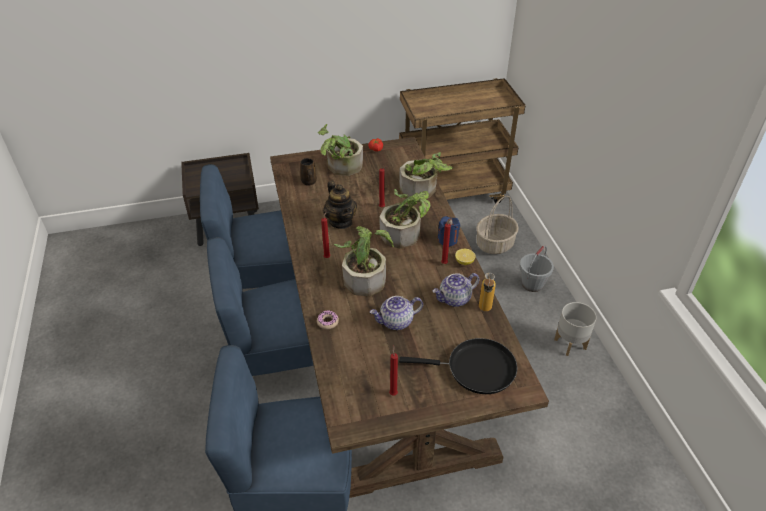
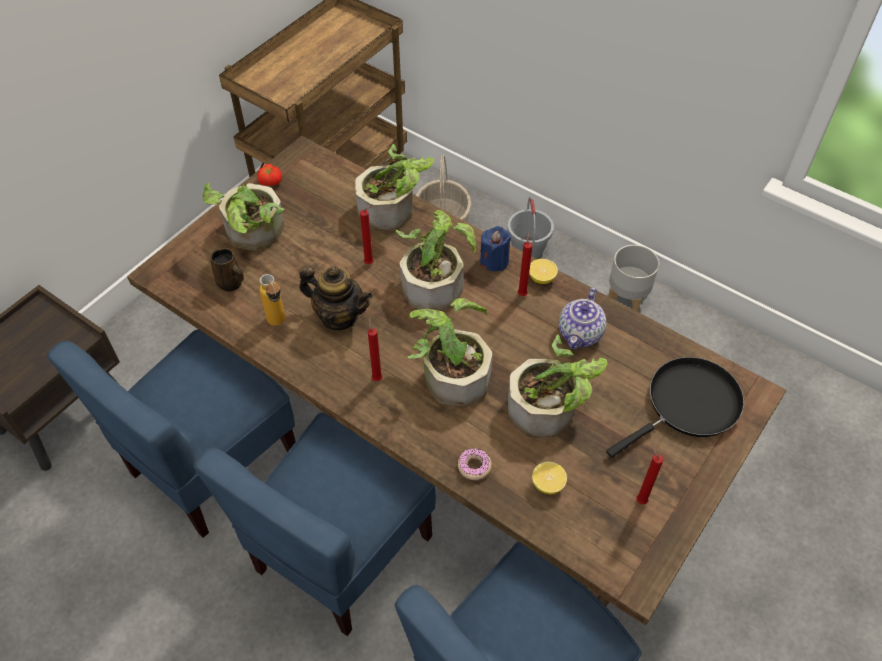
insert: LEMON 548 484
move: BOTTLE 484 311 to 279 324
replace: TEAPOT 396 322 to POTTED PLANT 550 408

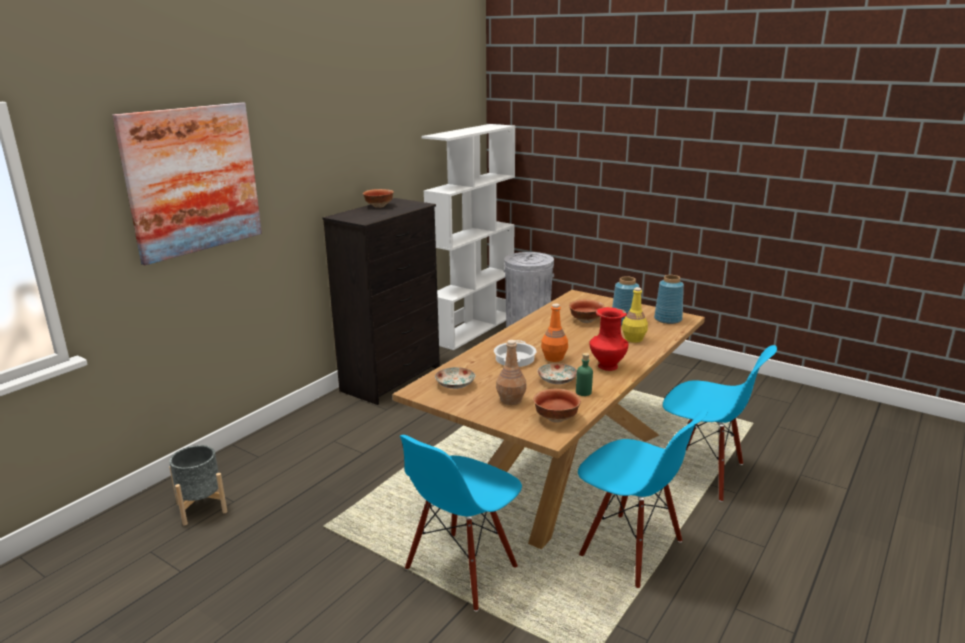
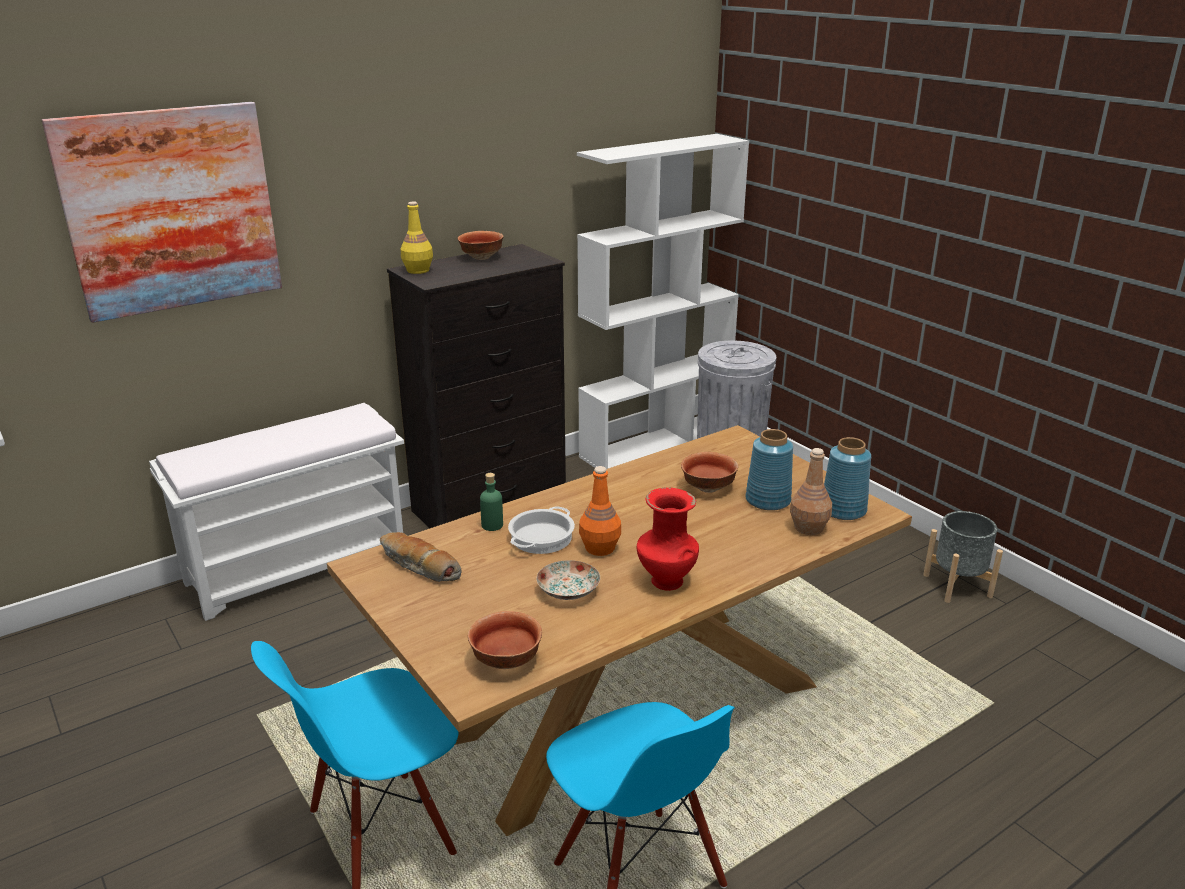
delete: BLUE CHAIR 704 473
insert: WHITE BENCH 299 565
move: GREY PLANTER 201 508 to 957 586; BROWN BOTTLE 511 400 to 809 528; GREEN BOTTLE 583 392 to 492 525; YELLOW BOTTLE 633 339 to 417 270
replace: PLATE 454 385 to BREAD 419 566

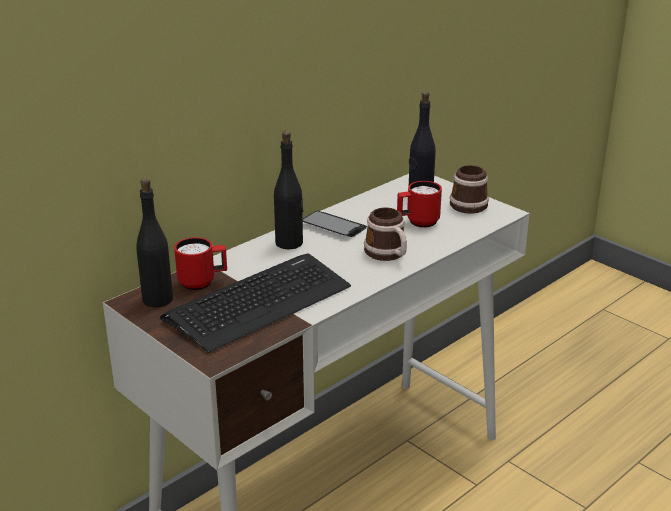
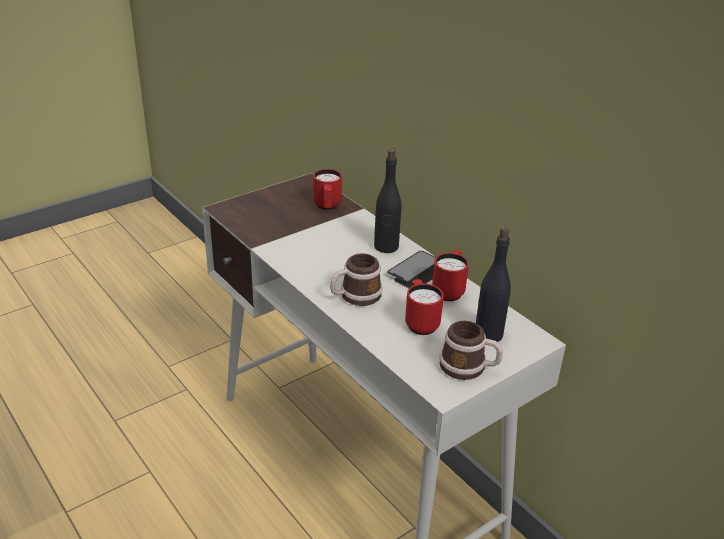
delete: BLACK BOTTLE 157 299; KEYBOARD 259 302
insert: RED MUG 449 290

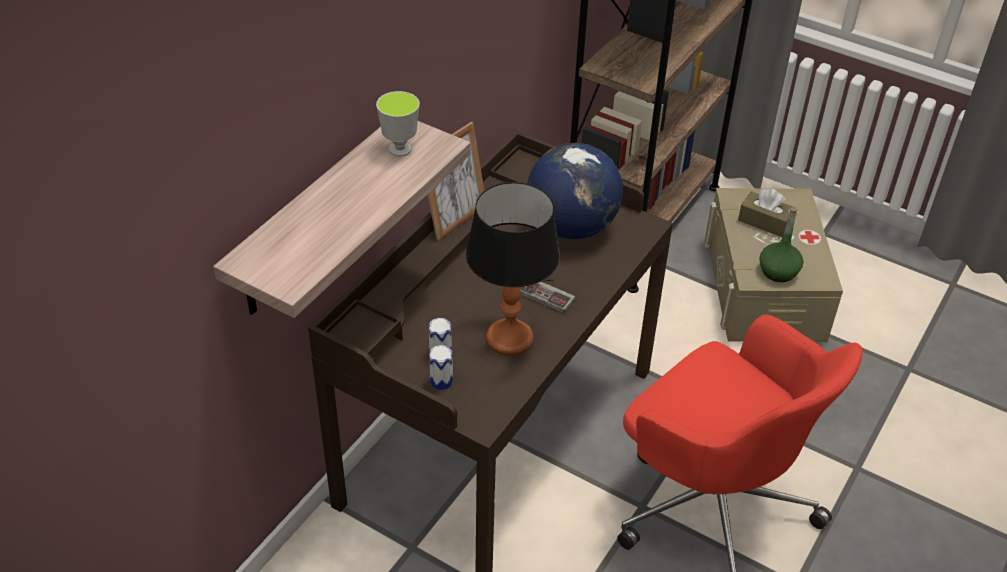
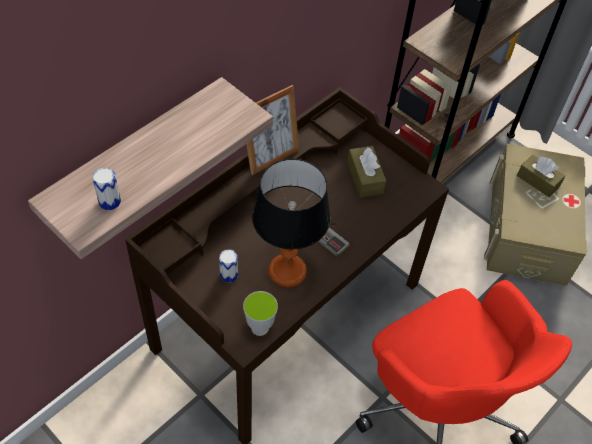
delete: GREEN BOTTLE 778 271
move: CUP 400 149 to 260 327; CAN 441 381 to 109 201
replace: GLOBE 571 227 to BROWN TISSUE BOX 365 178

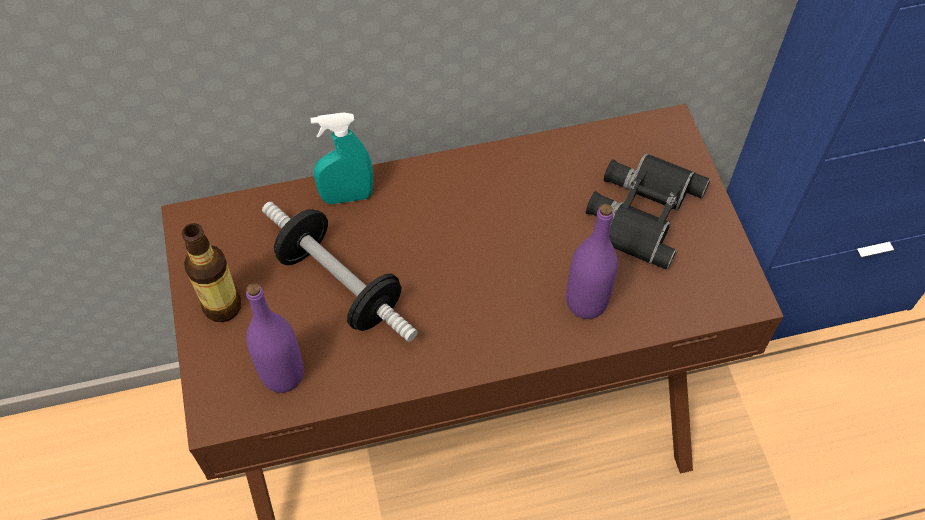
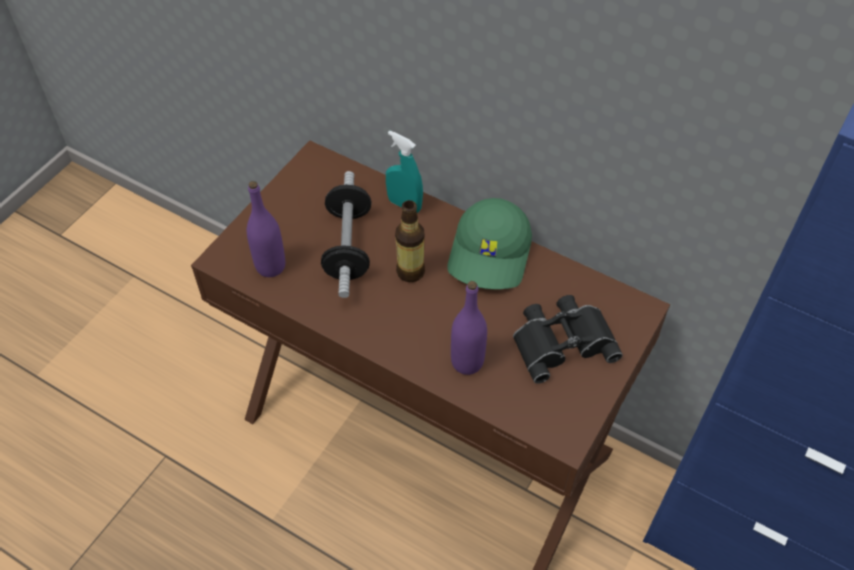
insert: GREEN CAP 491 254
move: BOTTLE 222 306 to 410 272

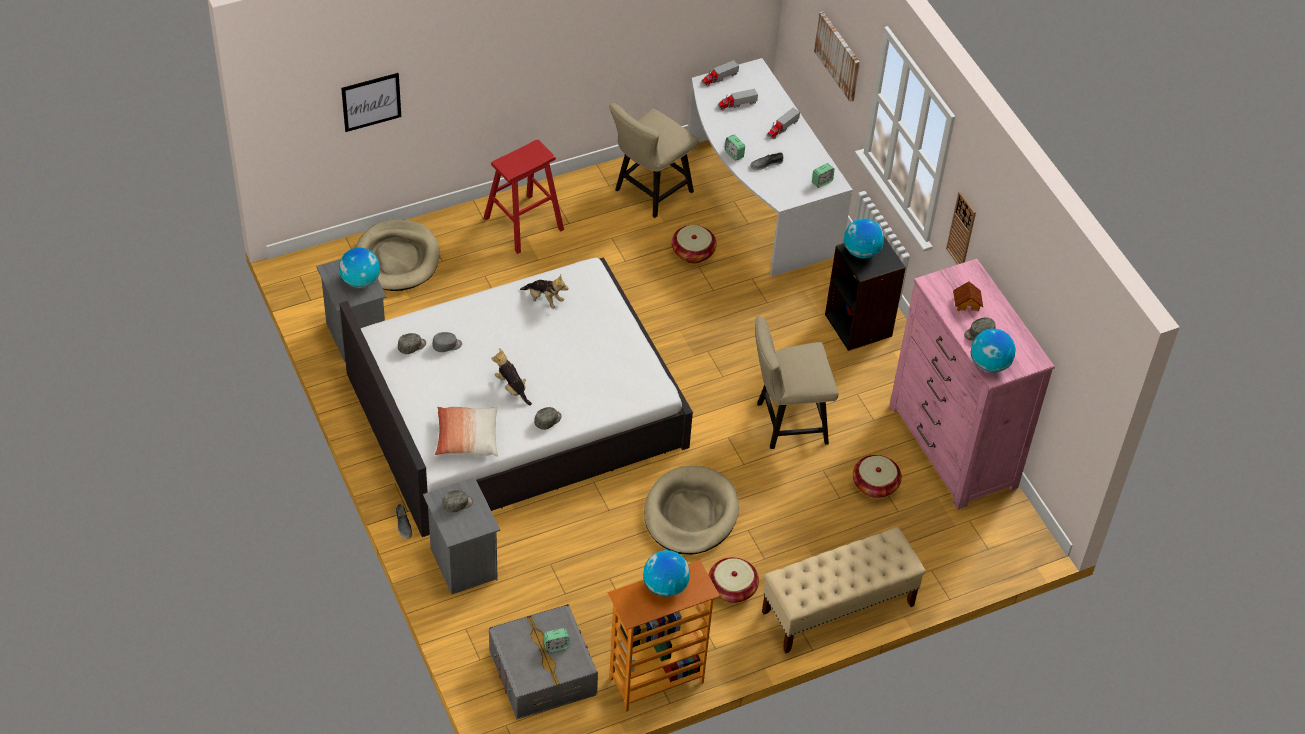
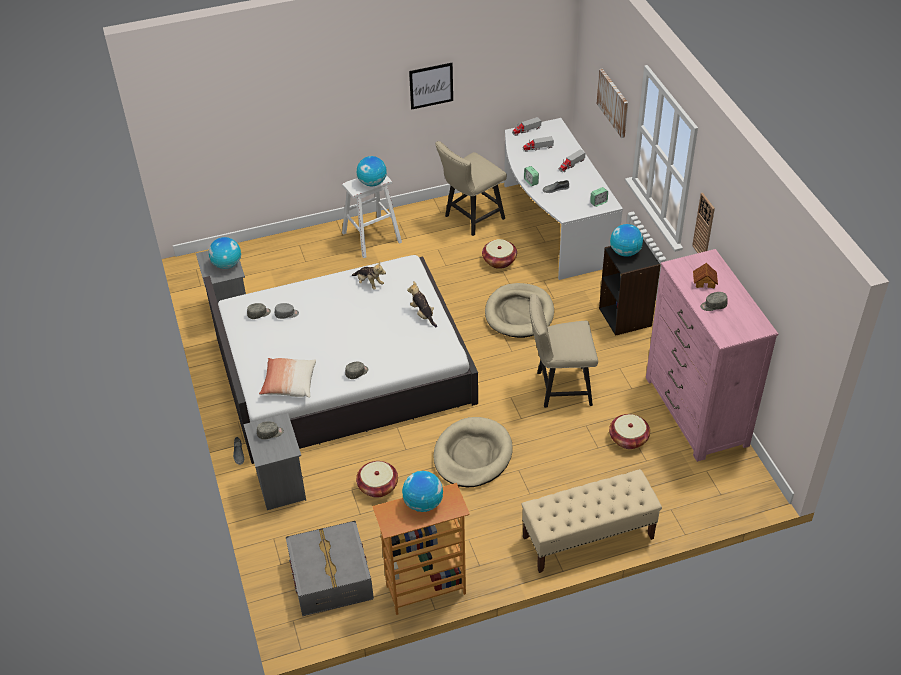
delete: ALARM CLOCK 556 646
move: PICTURE 371 102 to 431 85; BEIGE DOG BED 397 259 to 519 313; PLUSH TOY 512 388 to 423 314; BASKET 732 588 to 377 486; GLOBE 989 364 to 372 183
recolor: RED STOOL 523 224 to WHITE STOOL 372 237

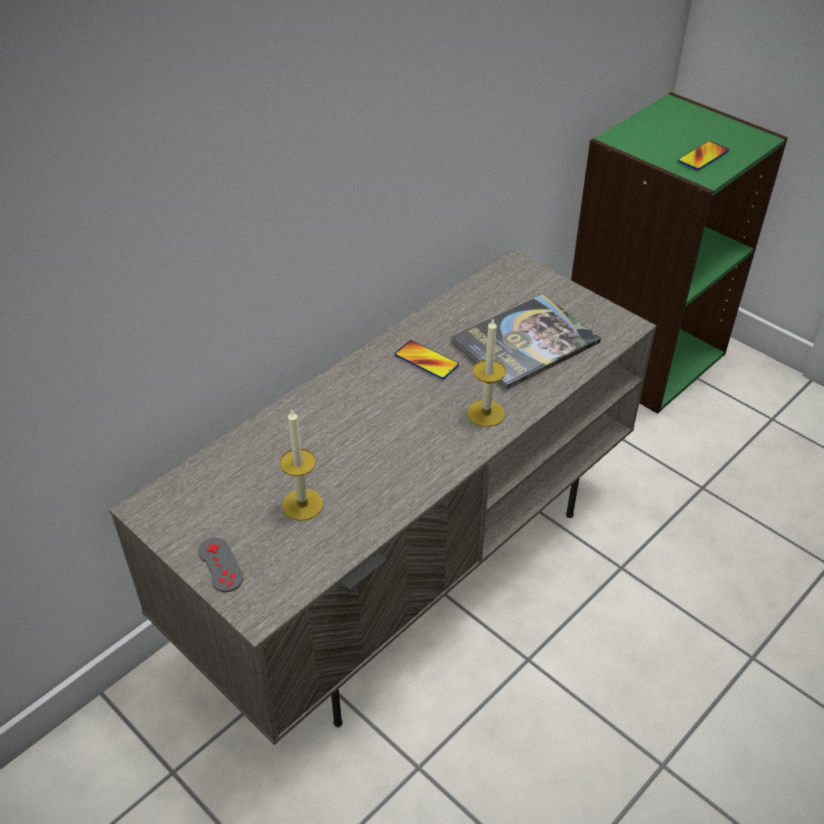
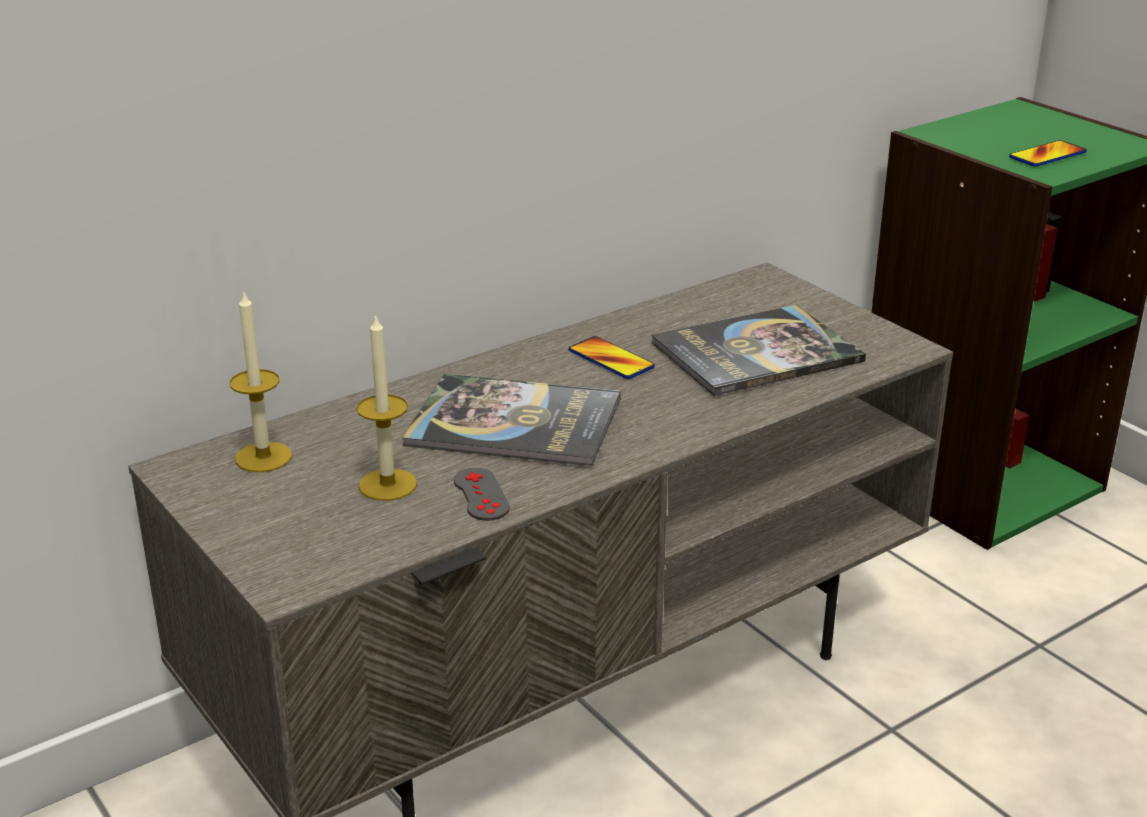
insert: BOOK 514 423
move: GREY GAME CONTROLLER 220 565 to 481 494; CANDLE 486 413 to 263 457

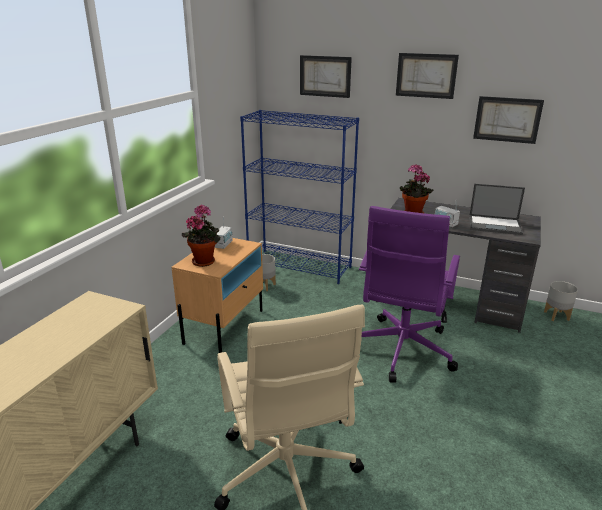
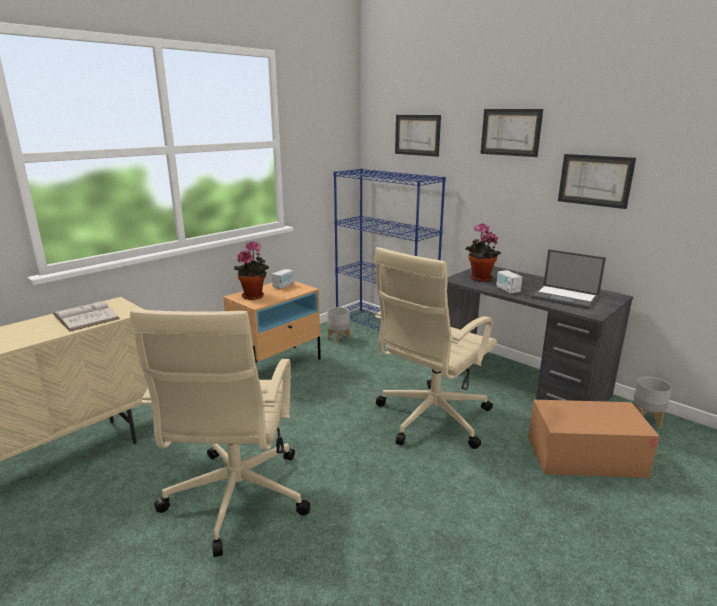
insert: WHITE BOOK 86 316; CARDBOARD BOX 585 456
recolor: PURPLE OFFICE CHAIR 401 351 to BEIGE OFFICE CHAIR 430 418

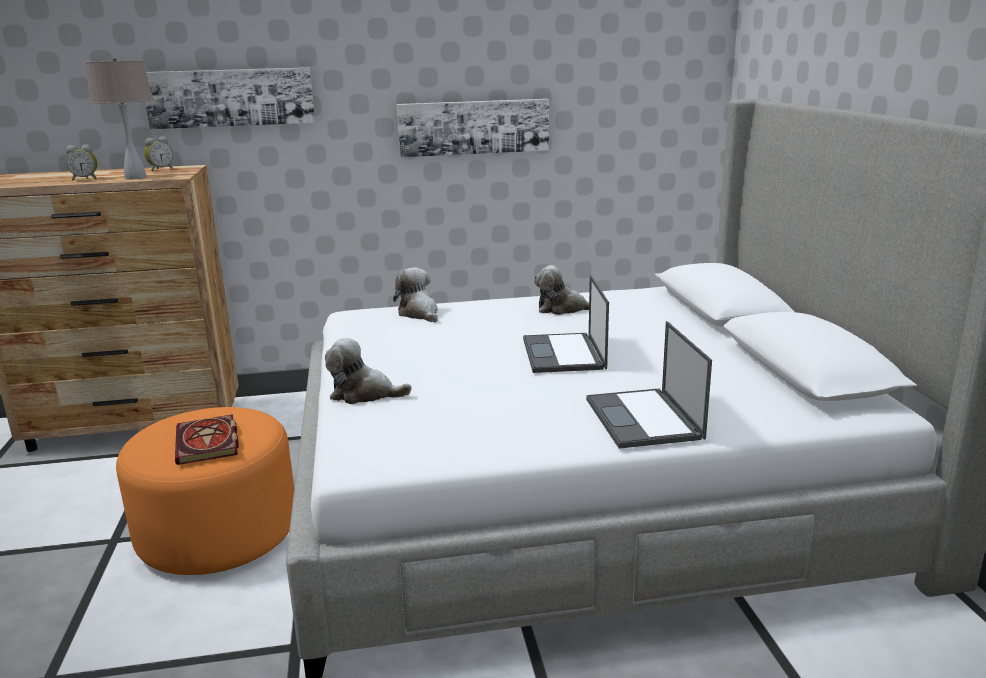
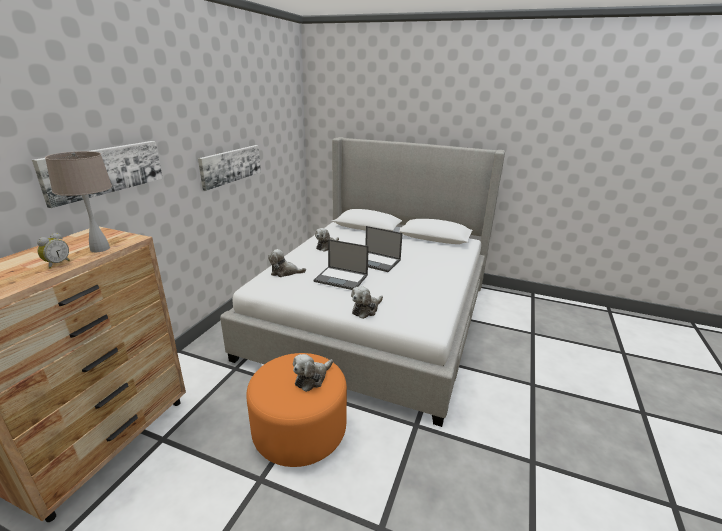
delete: ALARM CLOCK 160 169
move: LAPTOP 644 419 to 341 278
replace: BOOK 209 443 to PLUSH TOY 312 378

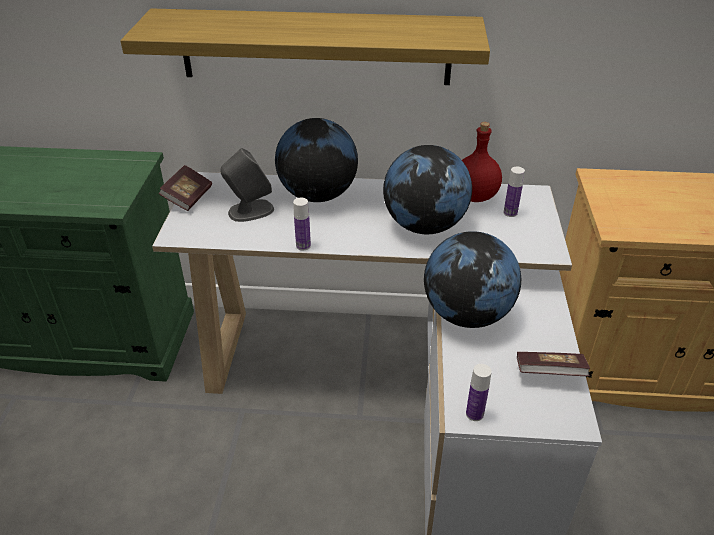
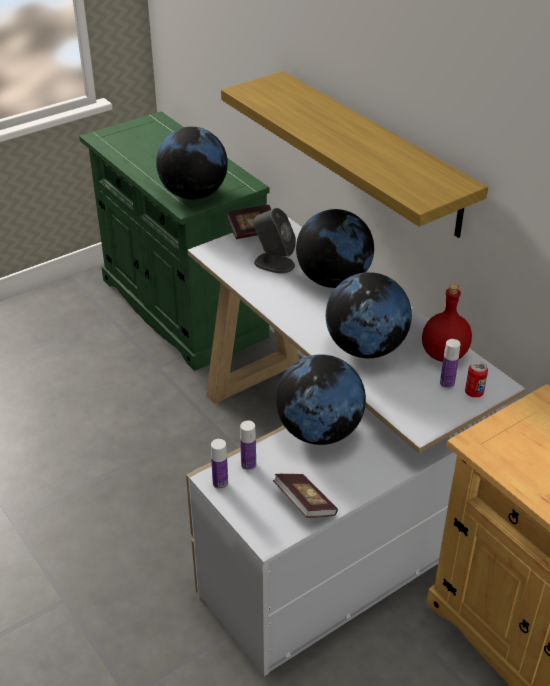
insert: GLOBE 194 194; CAN 474 393
move: BOTTLE 303 246 to 248 465

